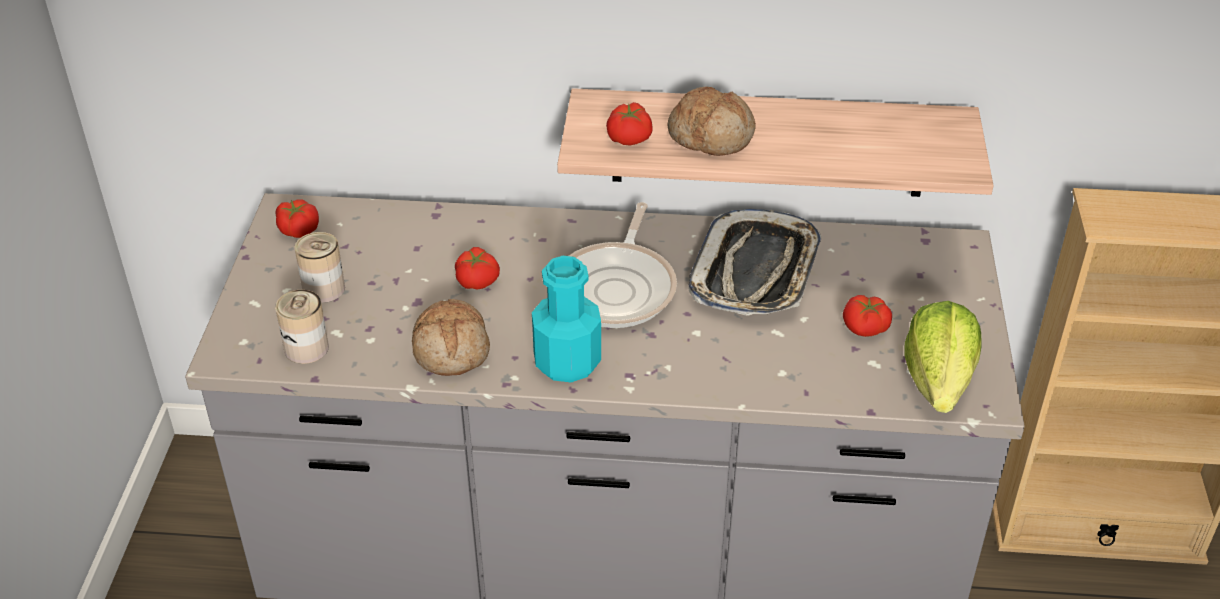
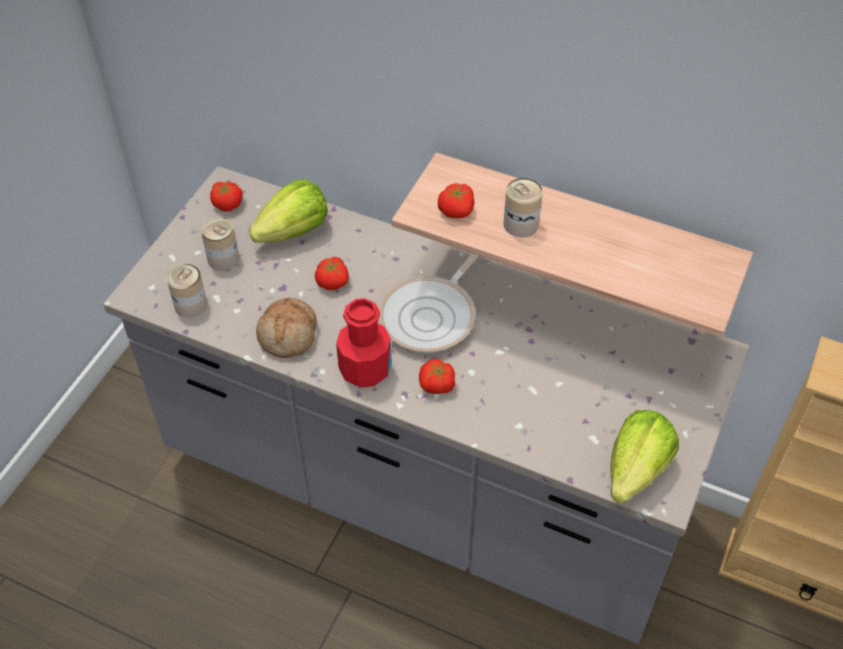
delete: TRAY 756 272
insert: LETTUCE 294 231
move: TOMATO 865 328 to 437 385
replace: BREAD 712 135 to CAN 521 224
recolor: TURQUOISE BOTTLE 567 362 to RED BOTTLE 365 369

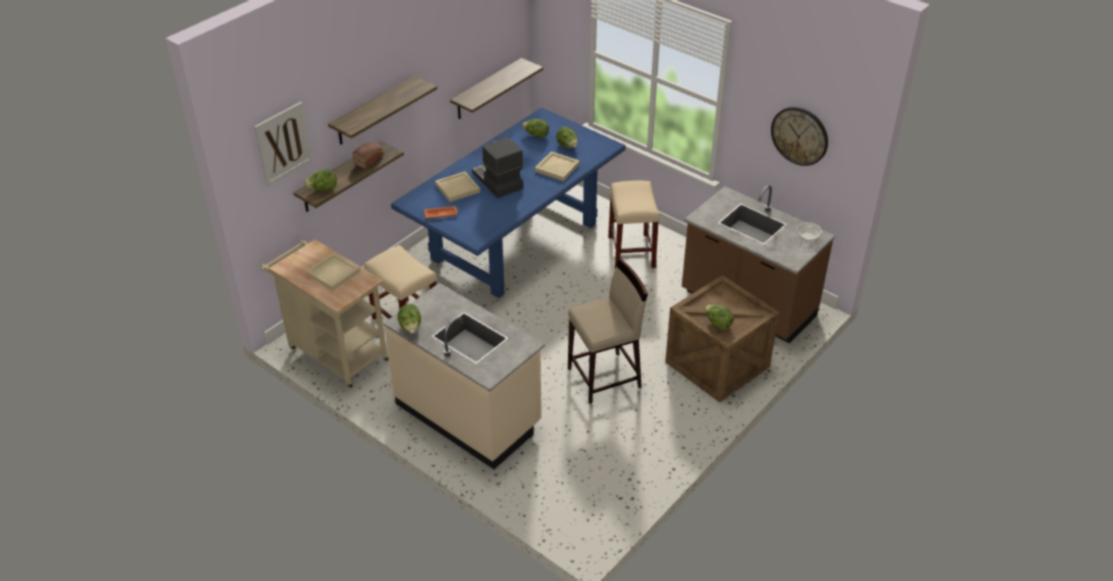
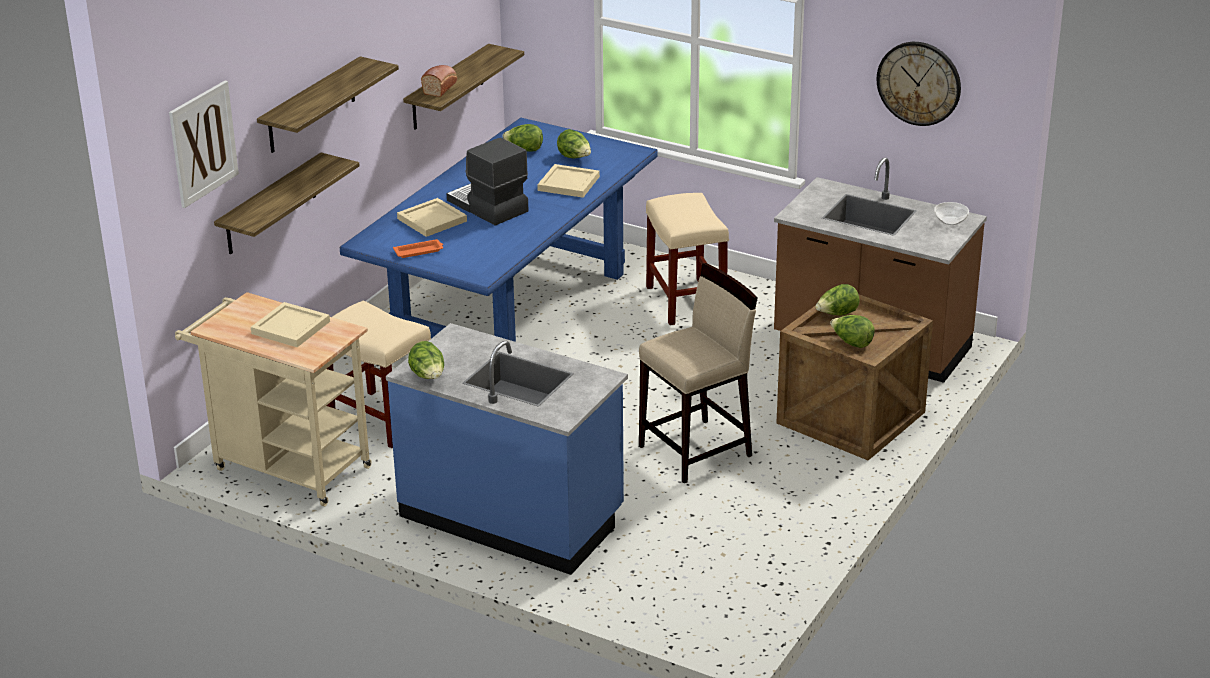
move: LETTUCE 323 189 to 837 314; BREAD 369 159 to 441 87
recolor: BEIGE COUNTER 469 414 to BLUE COUNTER 512 515

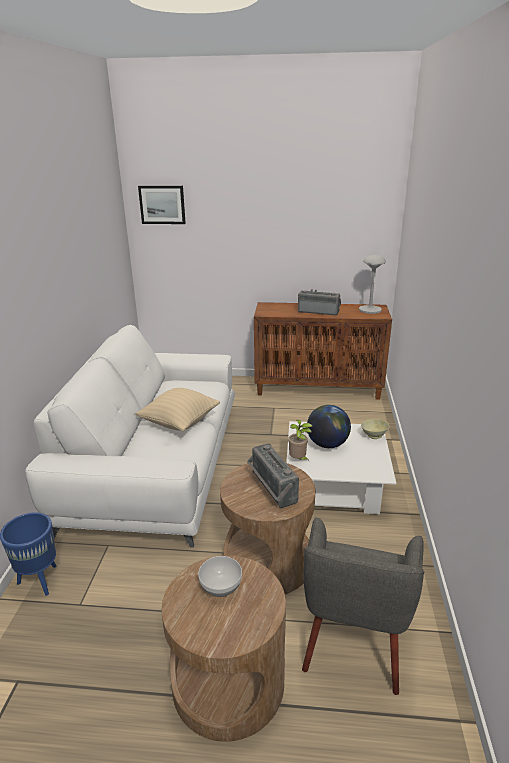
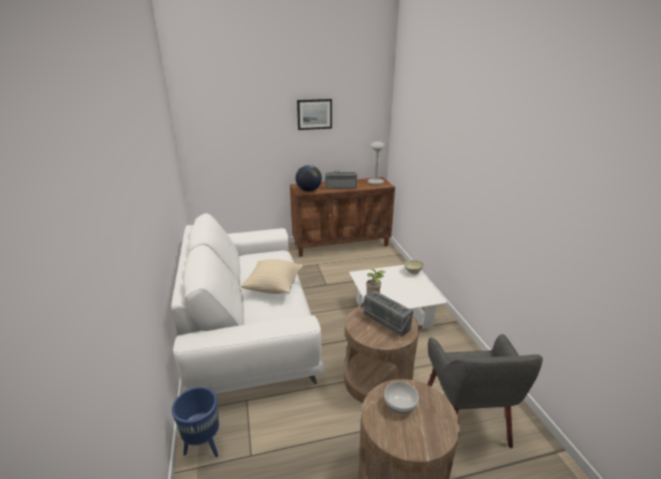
move: PICTURE 162 204 to 314 114; GLOBE 327 444 to 308 190

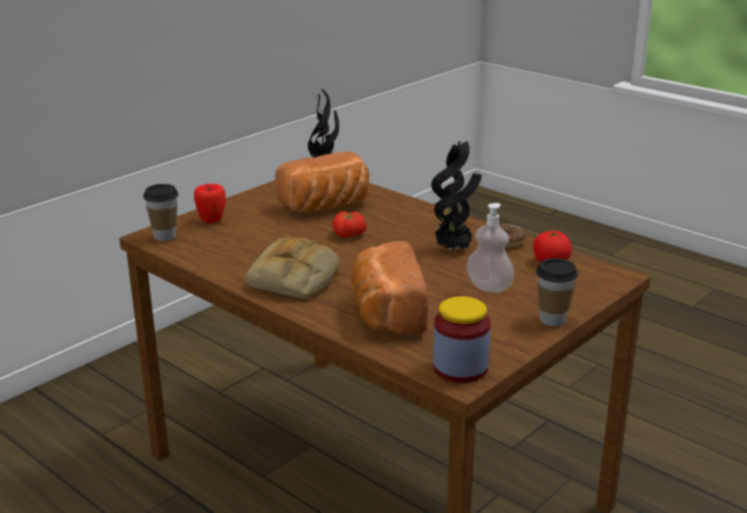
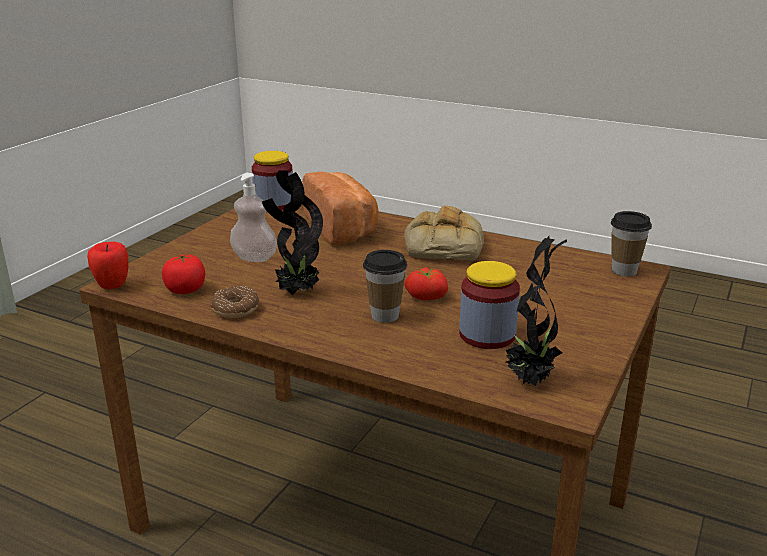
move: APPLE 211 220 to 112 287; CUP 552 320 to 385 316
replace: BREAD 327 206 to JAR 487 335

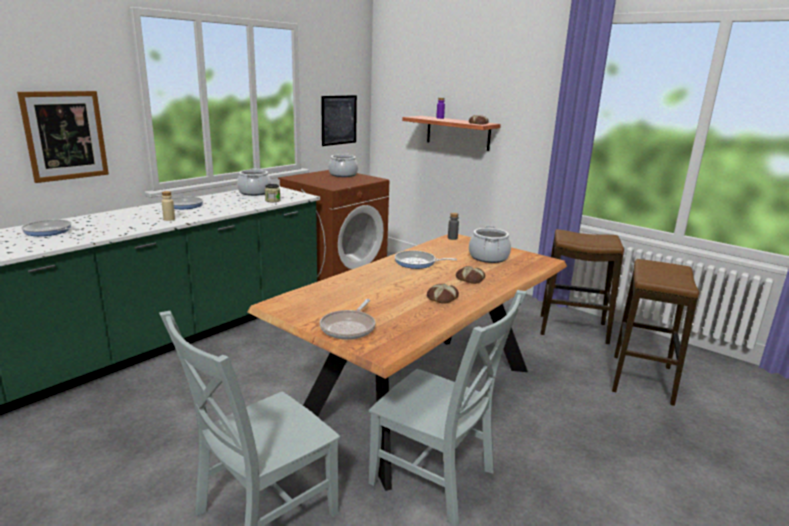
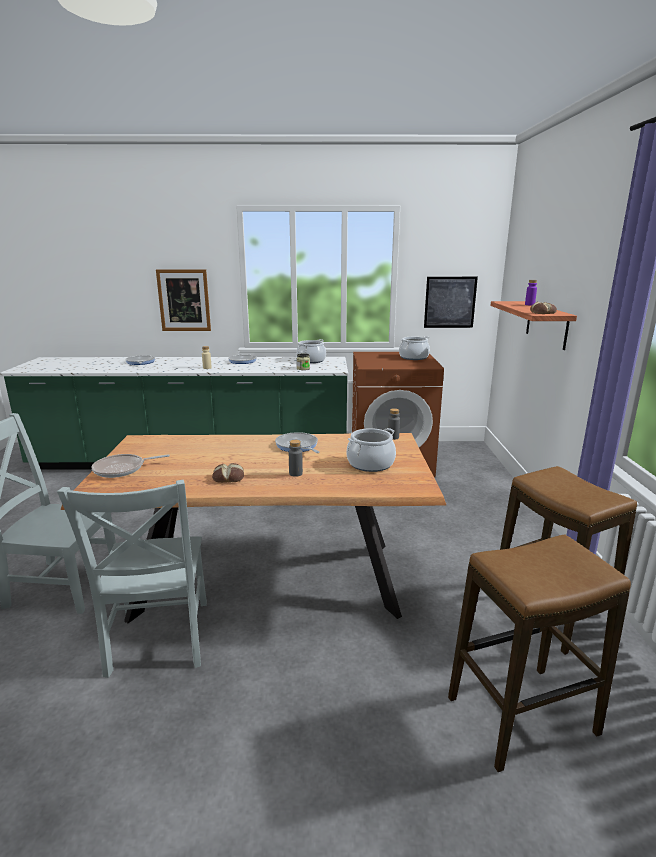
replace: BREAD 470 278 to GREY BOTTLE 295 473

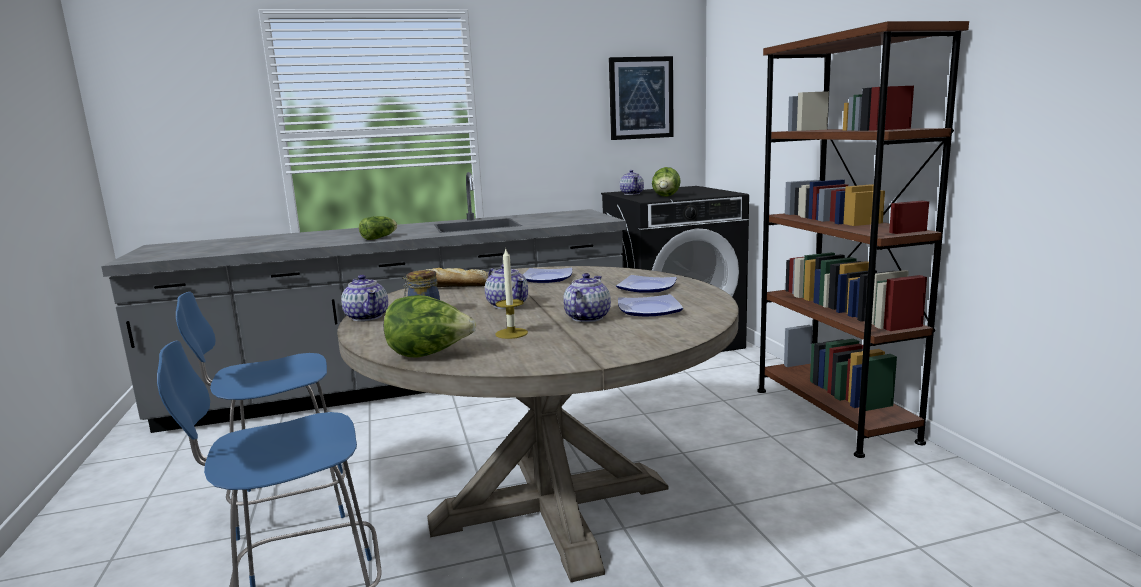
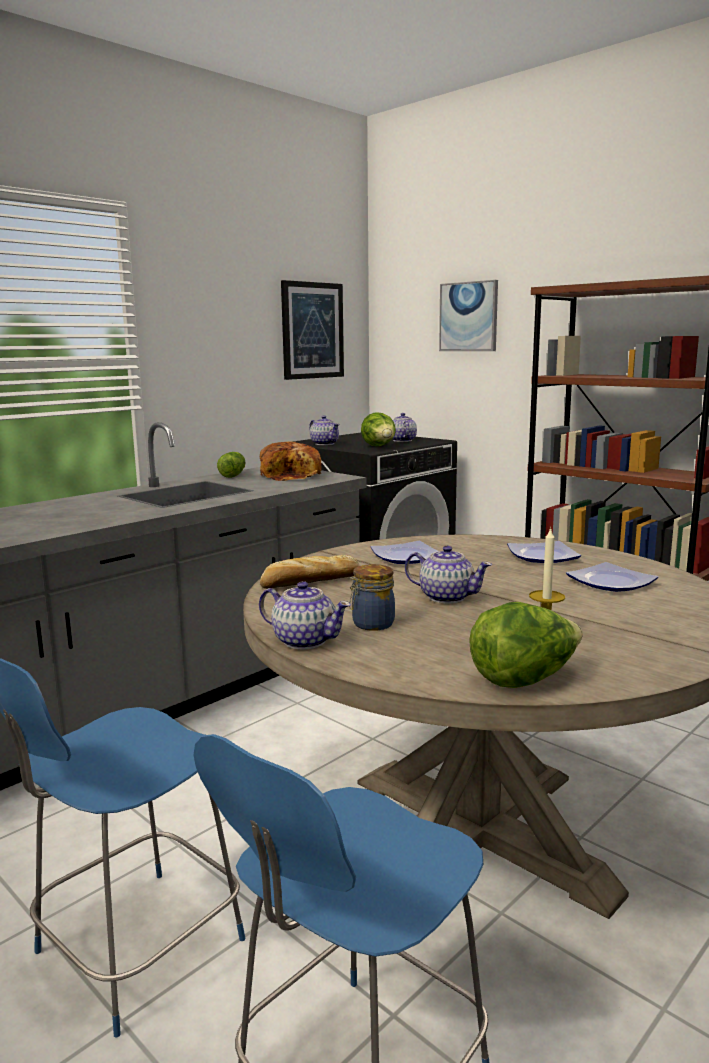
insert: BREAD 292 475; PICTURE 468 317
move: LETTUCE 380 237 to 233 475; TEAPOT 586 318 to 402 440

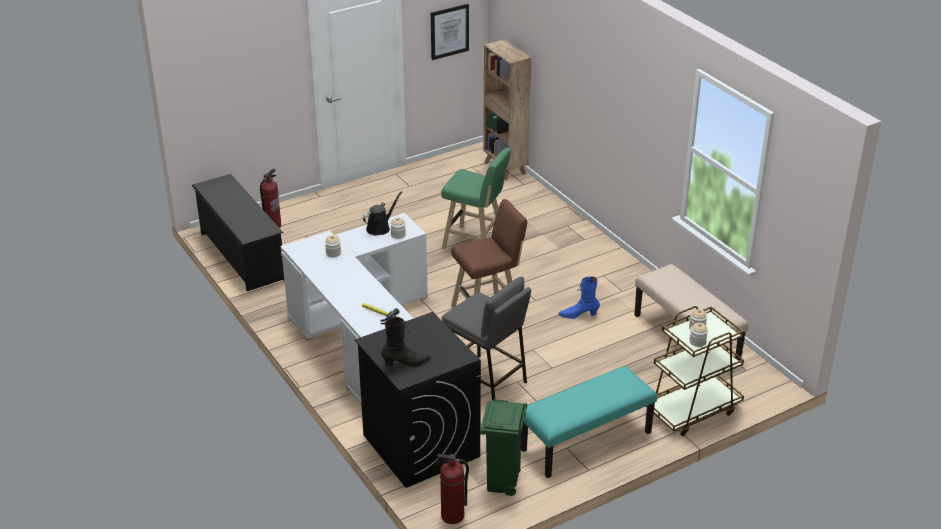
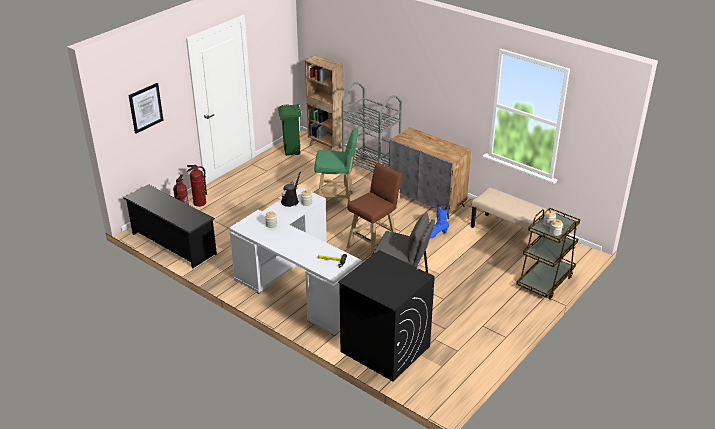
delete: BLACK BOOT 406 363; TURQUOISE BENCH 586 442
insert: GREY CART 371 172; GREY CABINET 427 200
move: PICTURE 449 31 to 145 107; FIRE EXTINGUISHER 452 516 to 200 203; GREEN TRASH CAN 502 483 to 291 151

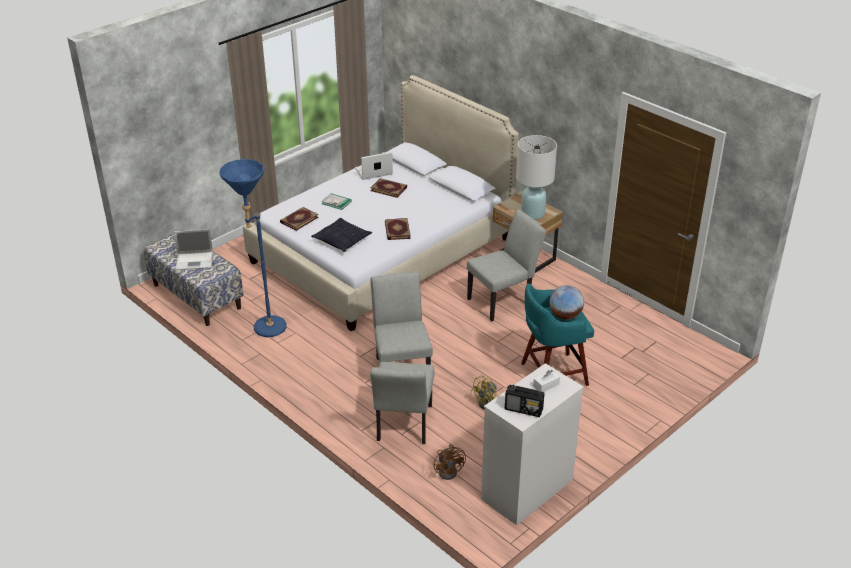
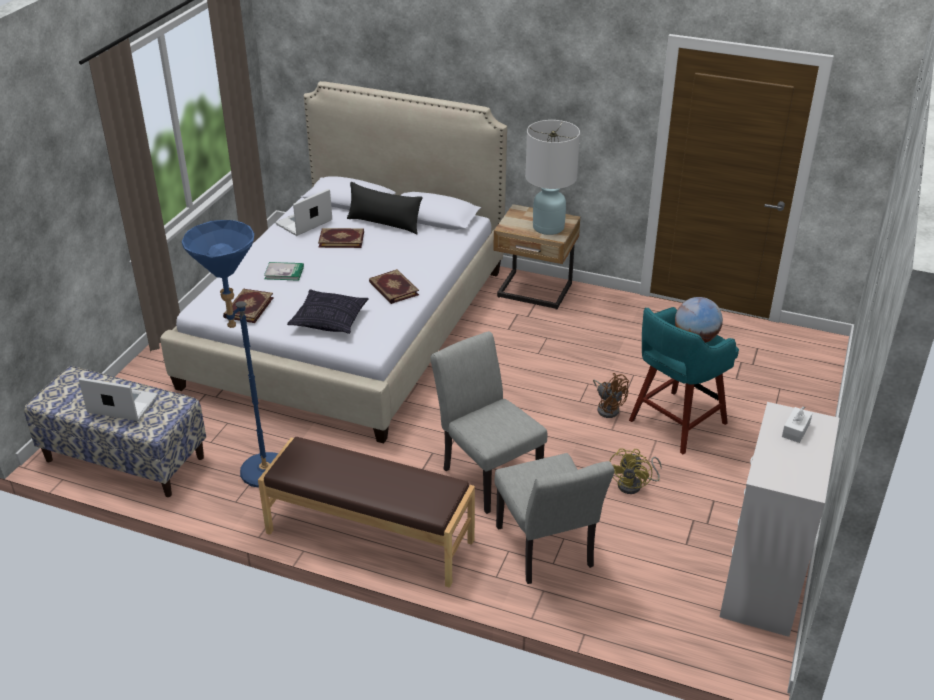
delete: GREY CHAIR 504 300; RADIO 524 409
insert: BROWN BENCH 369 537; BLACK PILLOW 384 224
move: BROWN FAN 450 470 to 608 408
rotate: LAPTOP 195 261 = 121 405 135 degrees counterclockwise

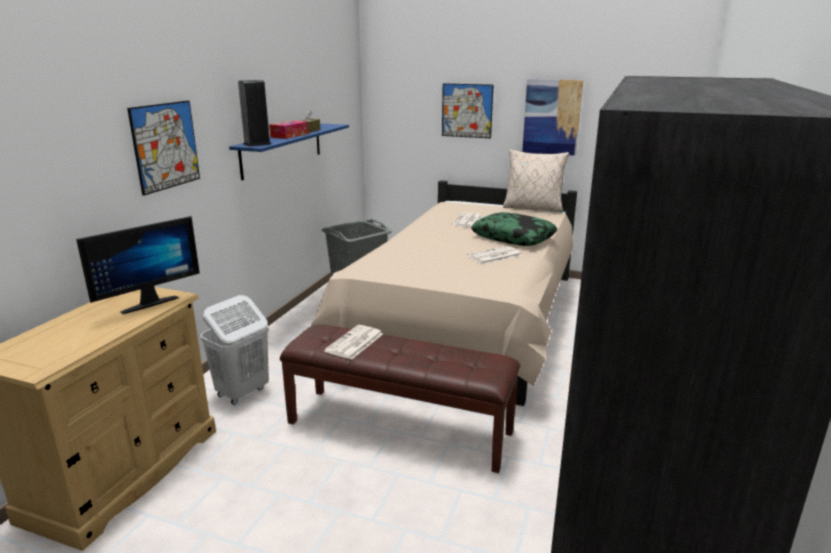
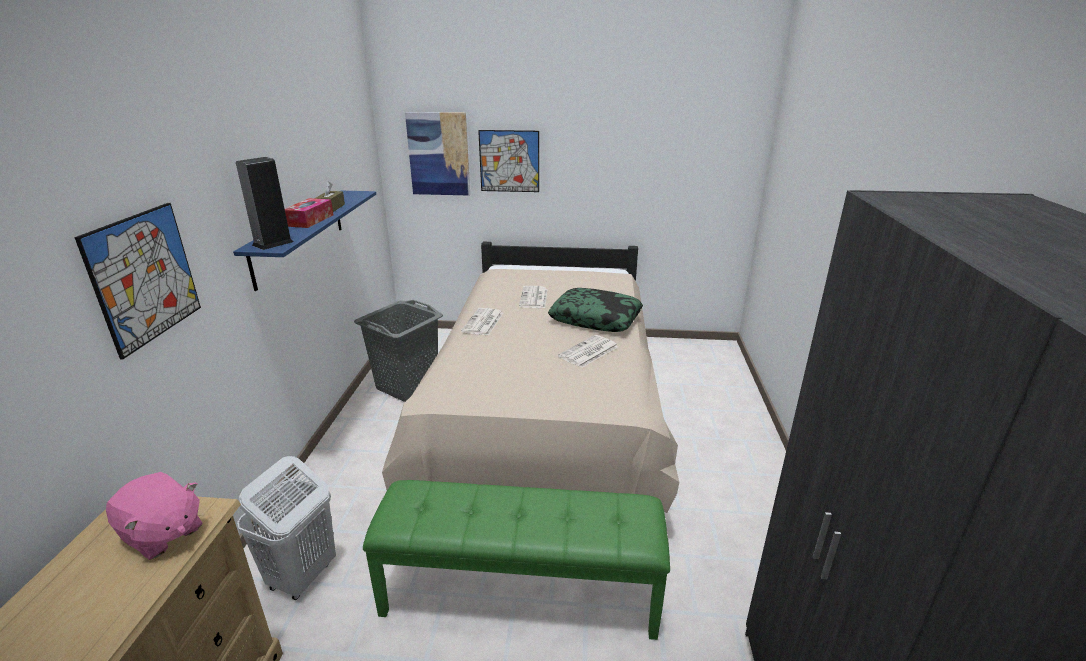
delete: BEIGE PILLOW 533 208
move: NEWSPAPER 354 343 to 483 322; PICTURE 552 117 to 439 154
replace: MONITOR 147 302 to PINK PLUSH TOY 162 534
recolor: BROWN BENCH 400 427 to GREEN BENCH 521 591

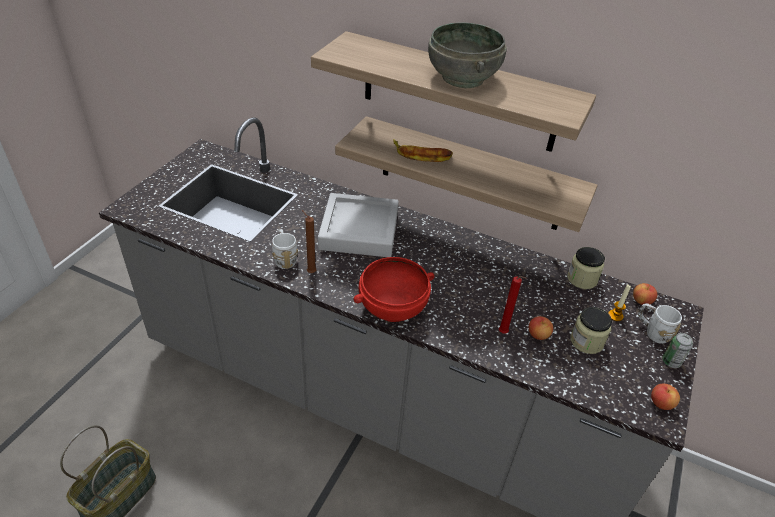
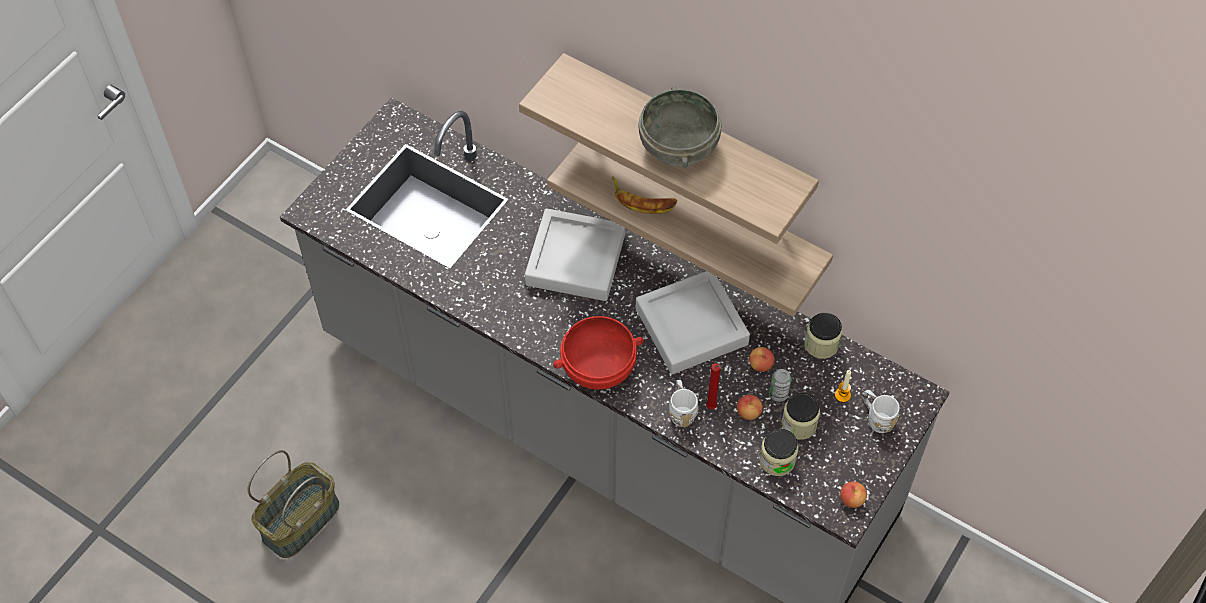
delete: BROWN CANDLE 310 272
insert: GREY TRAY 691 326; JAR 777 460
move: WHITE MUG 284 258 to 681 411; APPLE 641 301 to 760 365; CAN 671 362 to 778 394

